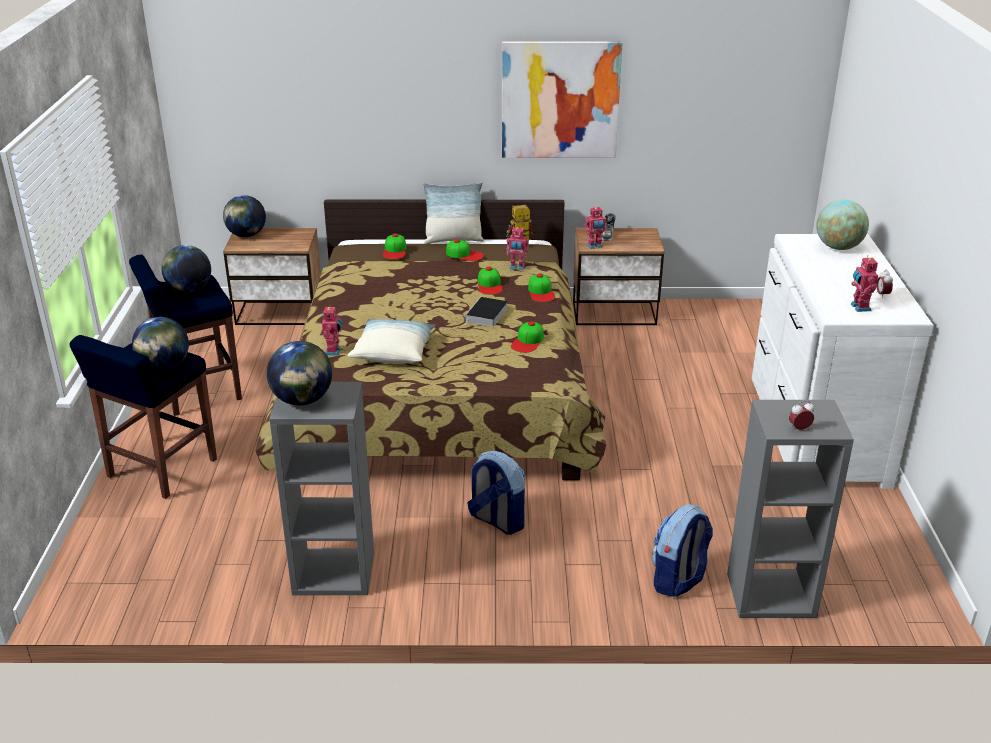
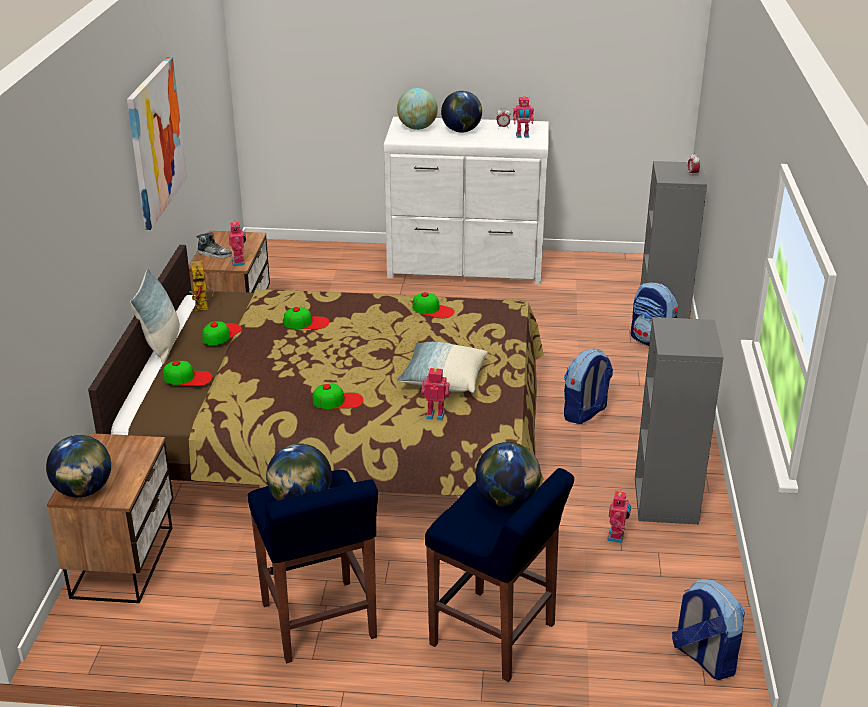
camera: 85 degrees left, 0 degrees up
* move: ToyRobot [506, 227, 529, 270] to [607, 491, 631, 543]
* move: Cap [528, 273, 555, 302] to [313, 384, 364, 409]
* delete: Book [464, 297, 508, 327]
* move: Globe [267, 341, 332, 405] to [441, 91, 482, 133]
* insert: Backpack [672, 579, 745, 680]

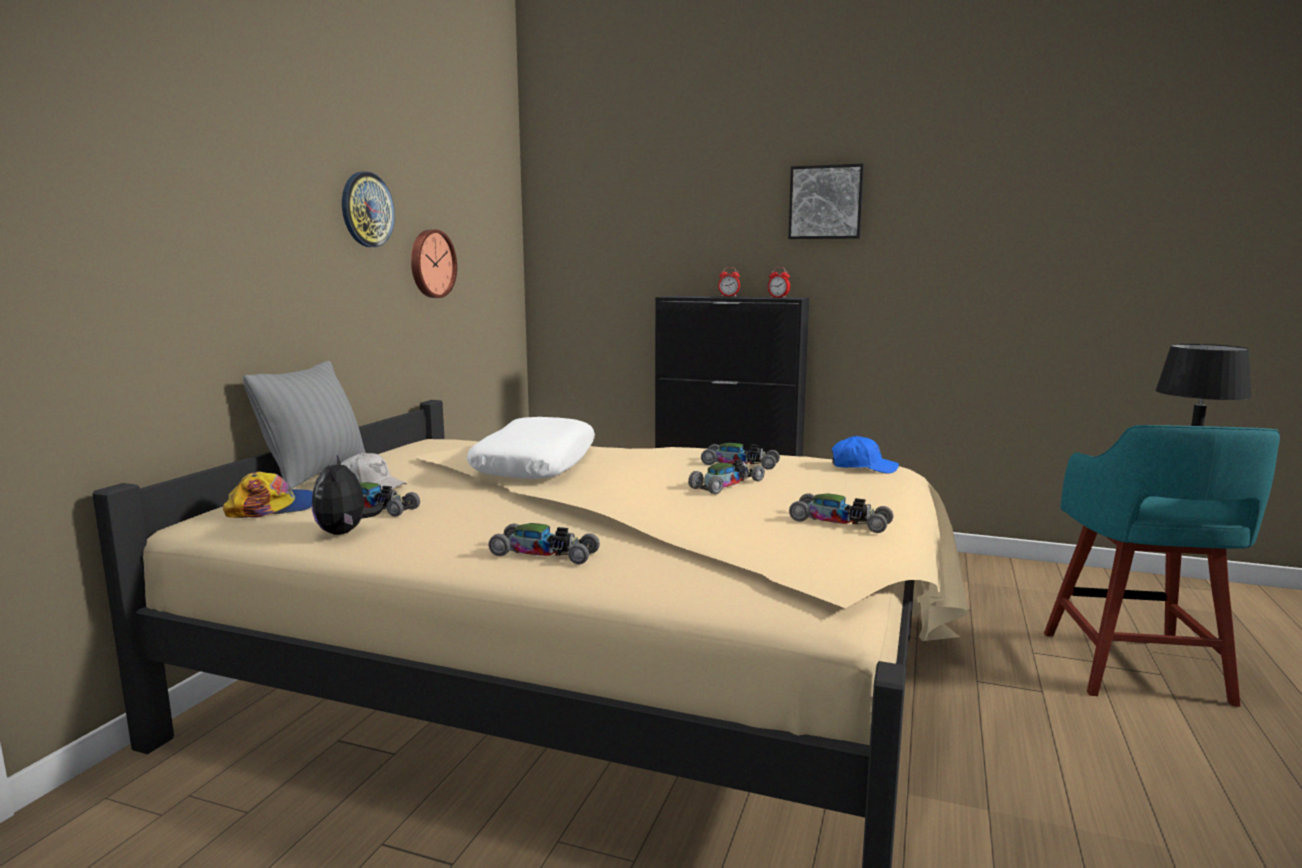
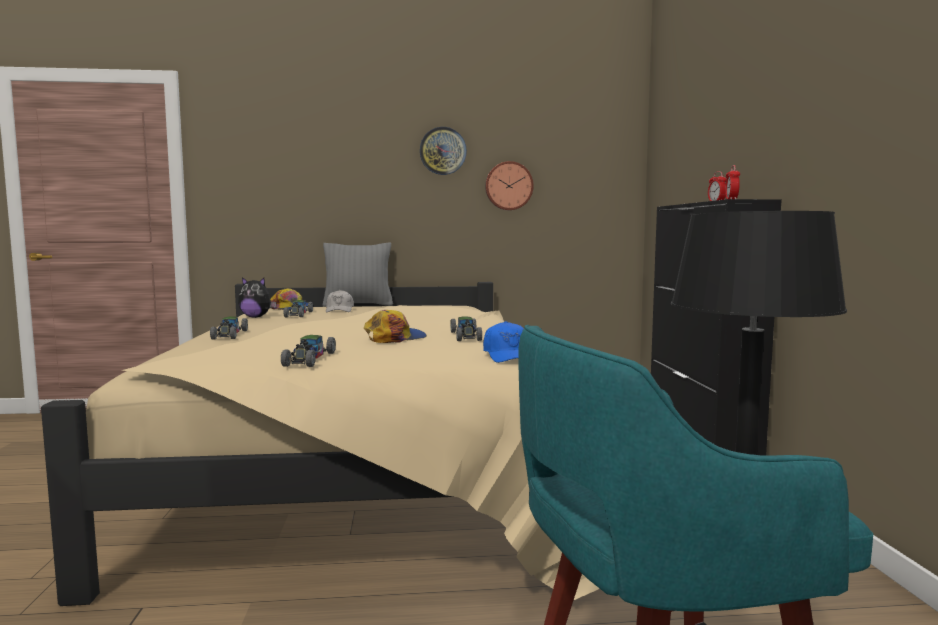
camera: 65 degrees right, 5 degrees down
* delete: Picture [788, 164, 864, 239]
* delete: WhitePillow [467, 417, 595, 479]
* rotate: PlushToy [312, 456, 384, 535] = [238, 277, 276, 318] 135 degrees counterclockwise
* replace: ToyCar [688, 459, 765, 494] to Cap [364, 310, 427, 343]

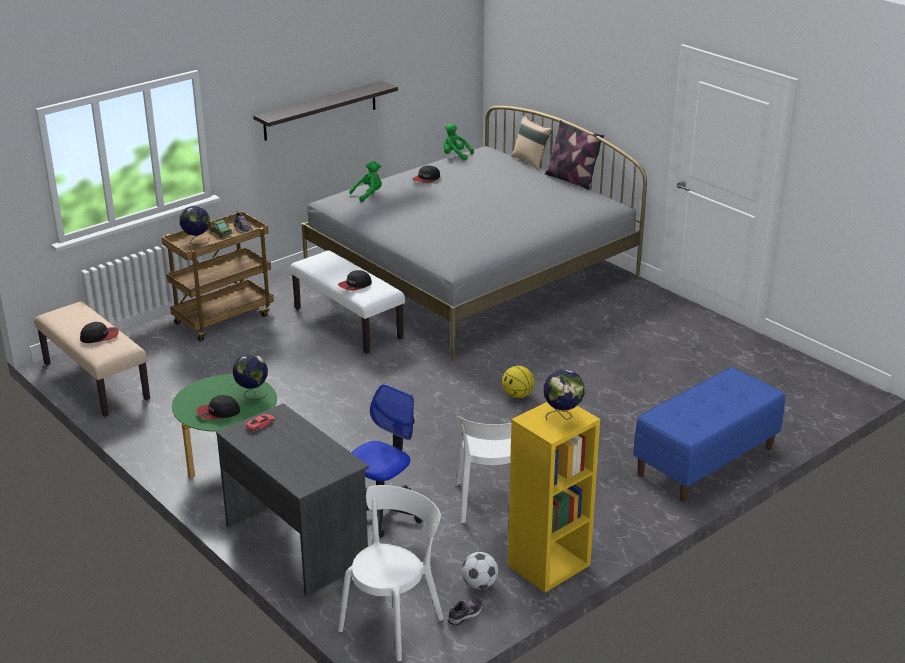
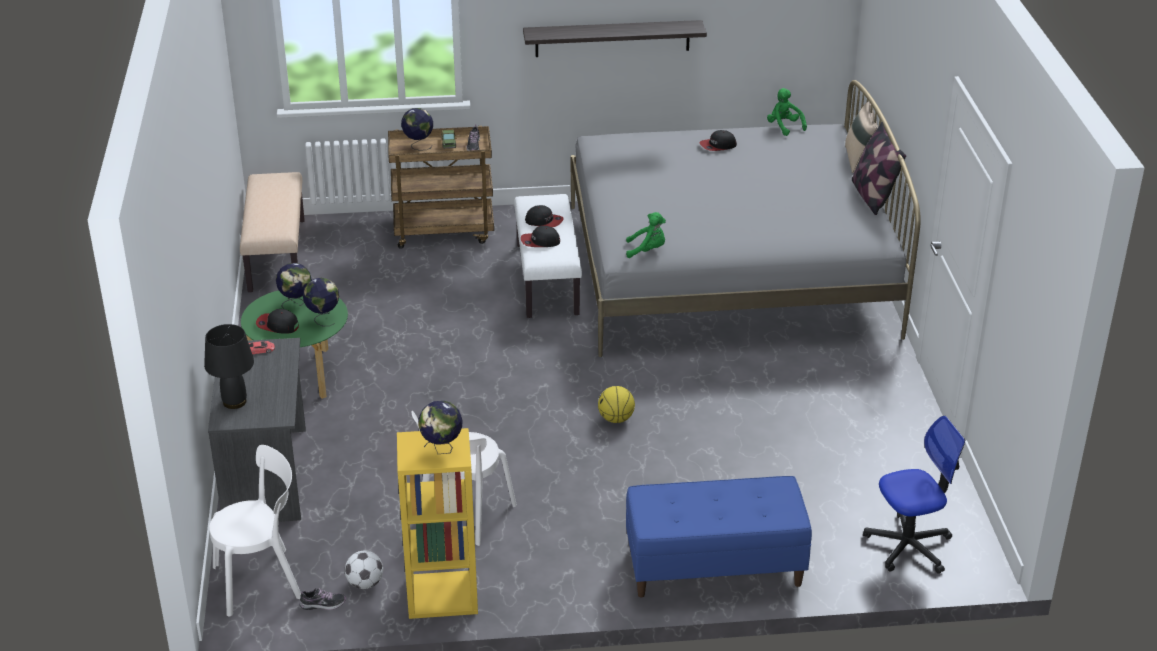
camera: 35 degrees right, 5 degrees up
* move: GreenPlushToy [349, 161, 382, 202] to [626, 212, 666, 258]
* move: Cap [80, 322, 119, 343] to [525, 205, 564, 227]
* move: OfficeChair [351, 384, 422, 538] to [863, 416, 965, 574]
* insert: Globe [276, 263, 312, 309]
* insert: BlackTableLamp [204, 324, 254, 409]

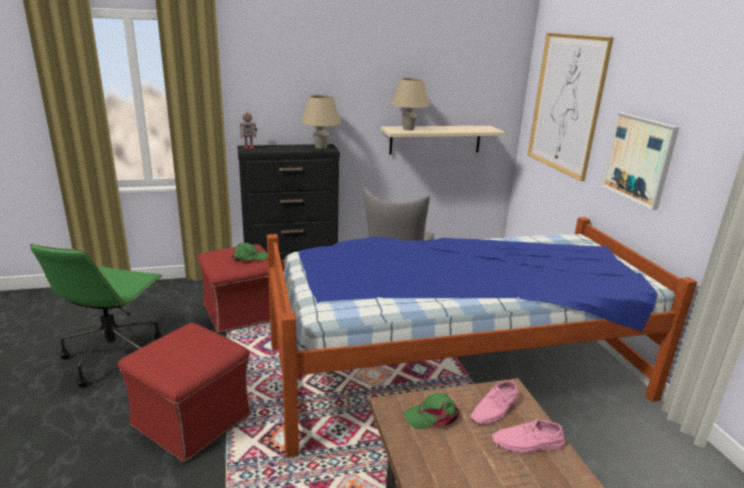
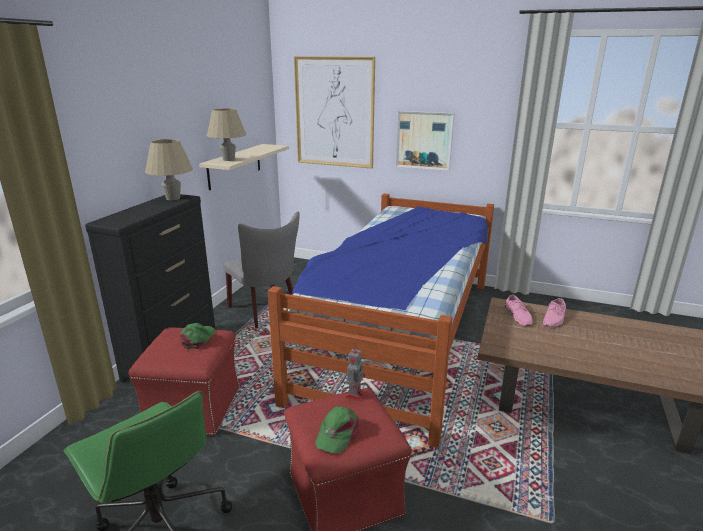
camera: 55 degrees left, 0 degrees up
* move: ToyRobot [240, 109, 257, 149] to [345, 346, 366, 401]
* move: GreenCap [404, 393, 459, 429] to [315, 406, 359, 453]

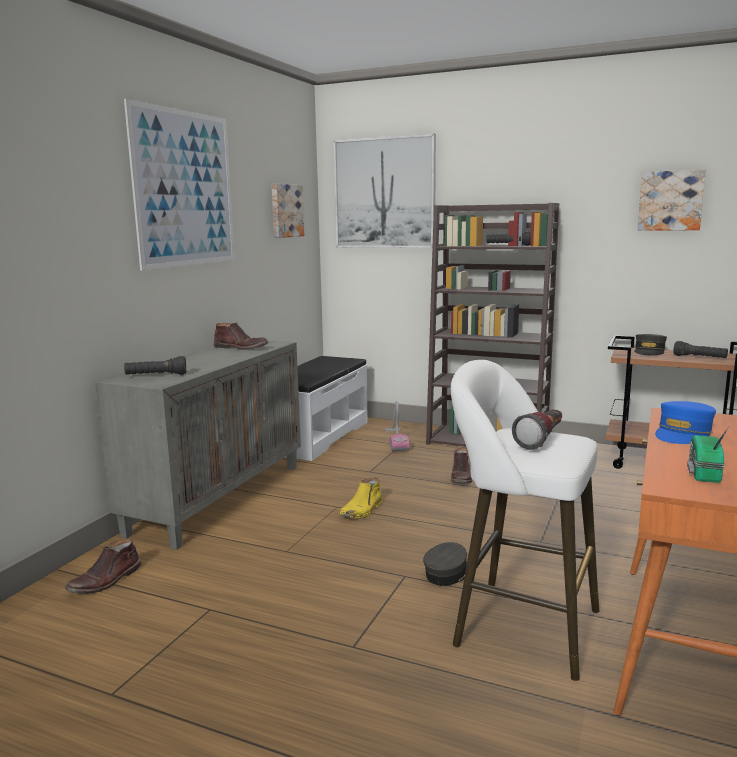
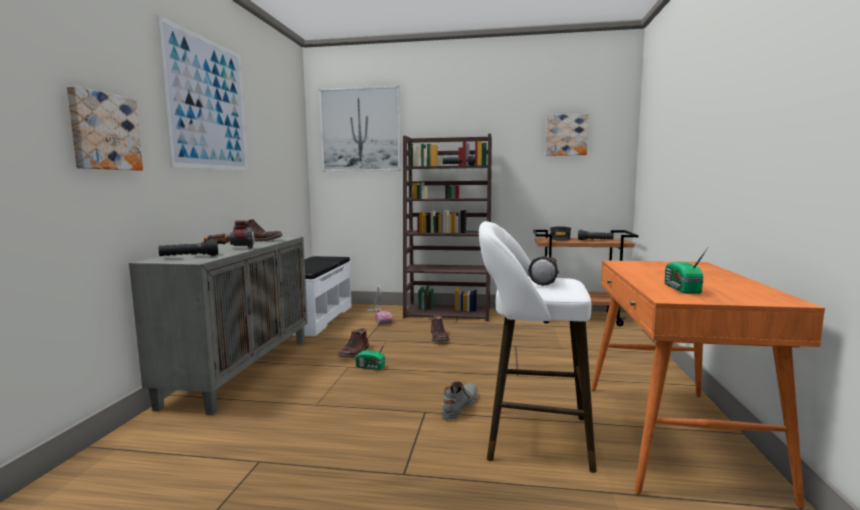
camera: 15 degrees left, 5 degrees down
* move: Picture [272, 184, 304, 238] to [67, 86, 143, 170]
* delete: BlueCap [655, 401, 716, 444]
* replace: YellowBoot [339, 477, 383, 518] to Radio [355, 340, 387, 370]
* move: BrownBoot [65, 539, 141, 594] to [338, 328, 369, 358]
* replace: GreyCap [423, 542, 467, 586] to GreyBoot [441, 381, 478, 419]
* insert: Flashlight [204, 227, 255, 248]

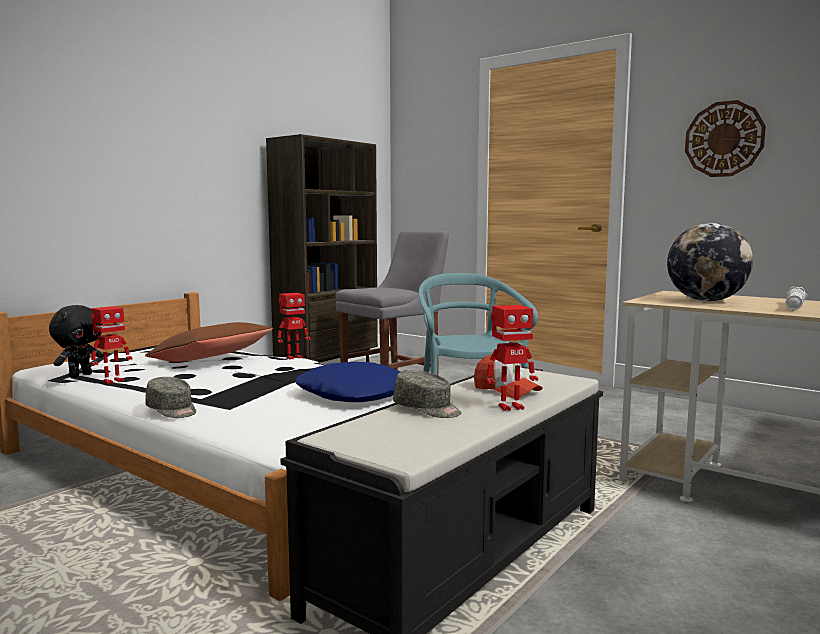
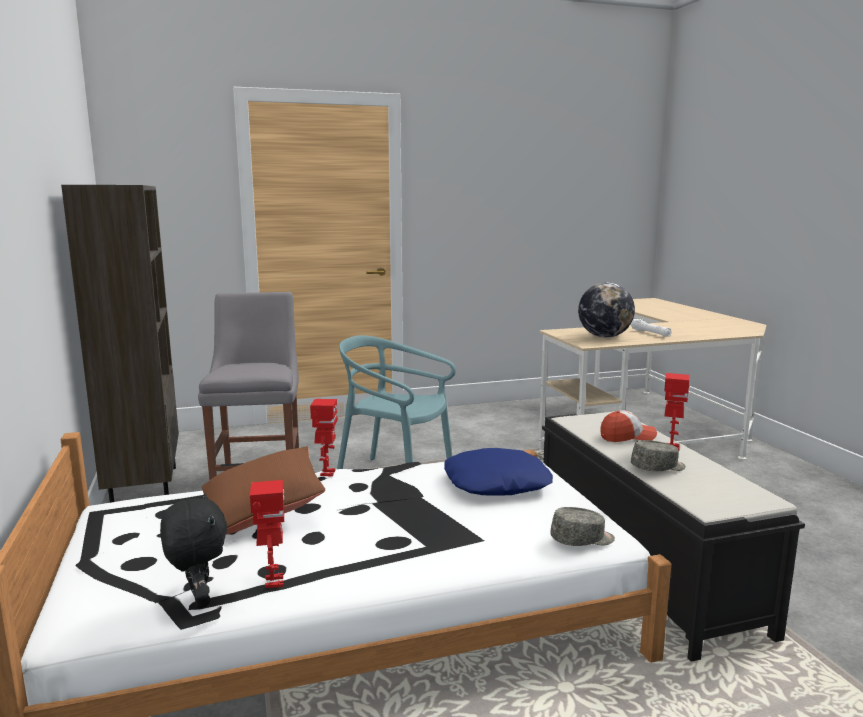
camera: 55 degrees left, 5 degrees up
* delete: WallClock [685, 100, 766, 177]
* move: GreyCap [145, 377, 196, 418] to [550, 507, 615, 546]

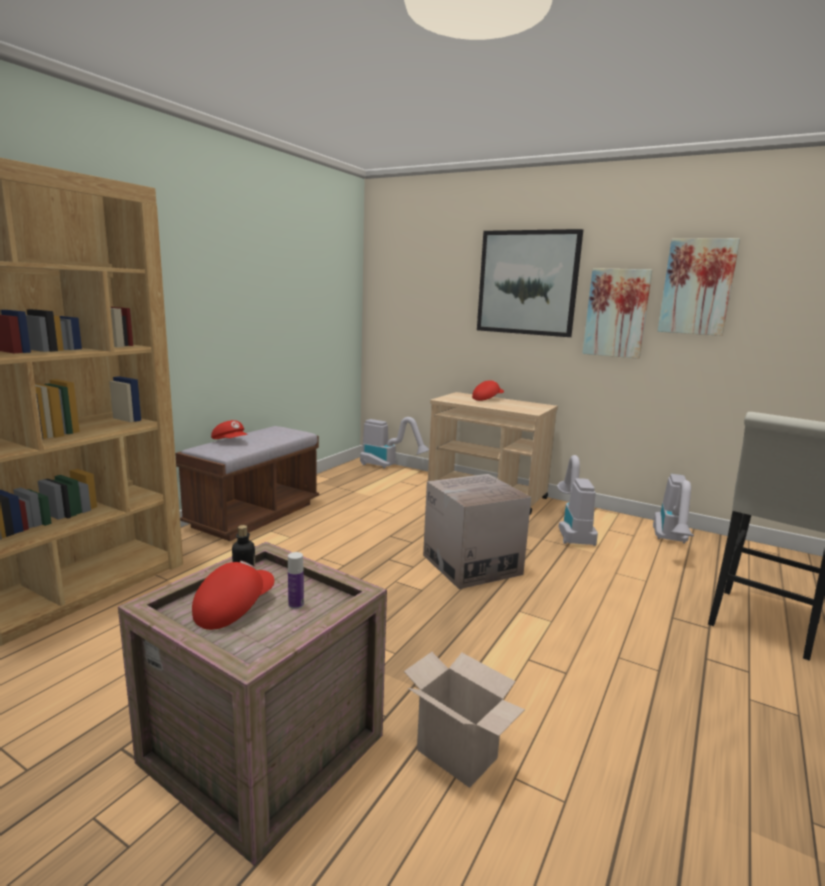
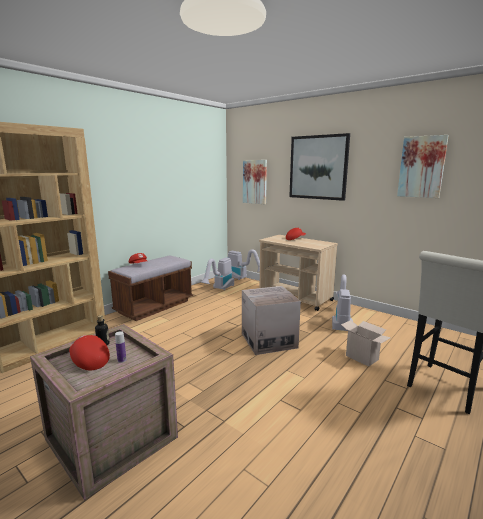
camera: 10 degrees right, 0 degrees up
* move: Picture [582, 268, 653, 359] to [243, 160, 267, 204]
* move: VacuumCleaner [653, 474, 694, 544] to [201, 257, 234, 290]
* rotate: RedCap [192, 561, 274, 630] = [69, 335, 110, 370] 90 degrees counterclockwise
* move: CardboardBox [404, 652, 525, 788] to [341, 320, 391, 367]

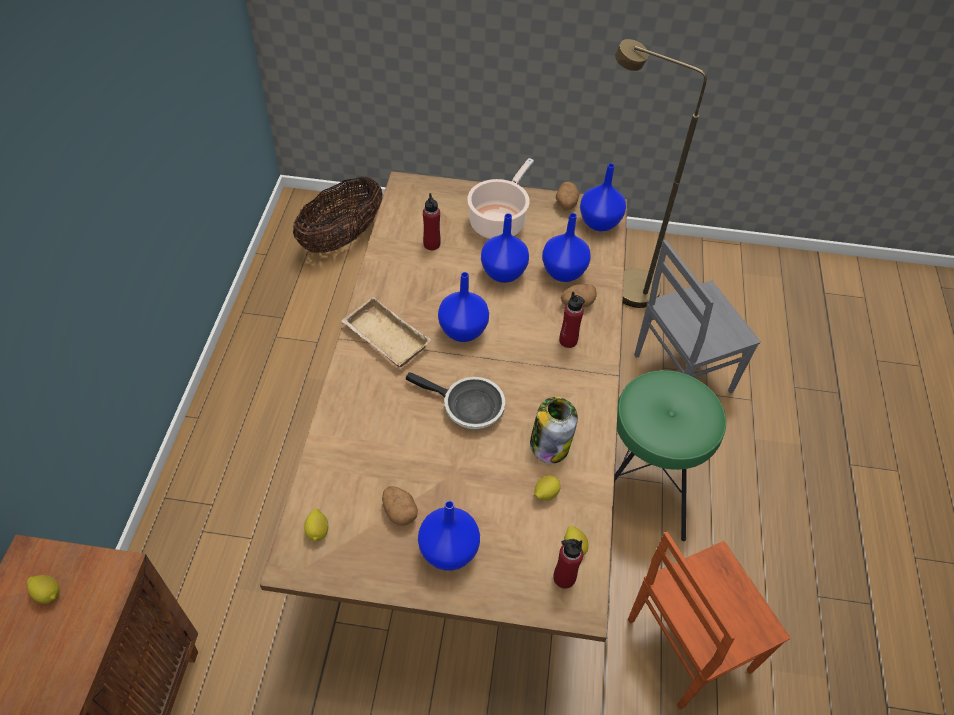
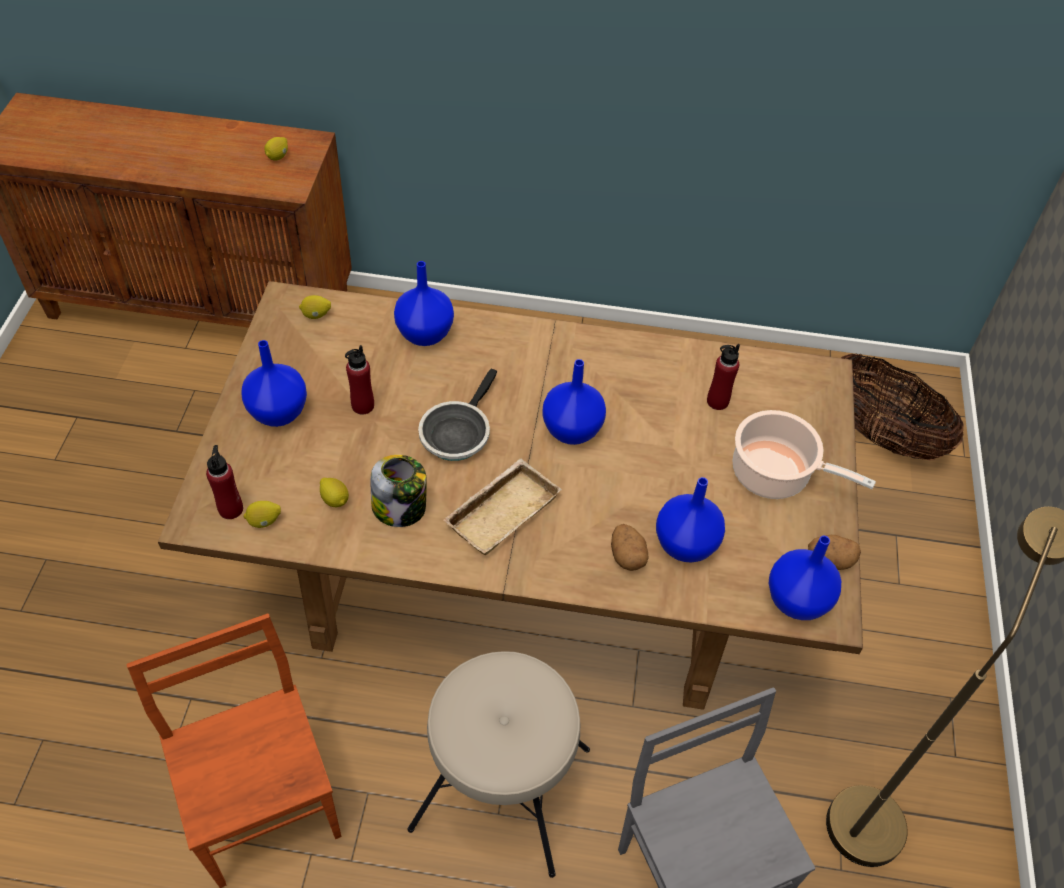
camera: 90 degrees right, 0 degrees up
* move: BlueVase [481, 213, 529, 283] to [394, 261, 454, 346]
* move: RedBottle [559, 291, 585, 348] to [345, 345, 374, 414]
* move: BeigeTray [341, 297, 431, 367] to [443, 459, 562, 555]
* recolor: GreenStool [614, 370, 726, 541] to BeigeStool [407, 651, 590, 878]
* delete: Potato [382, 486, 418, 525]

